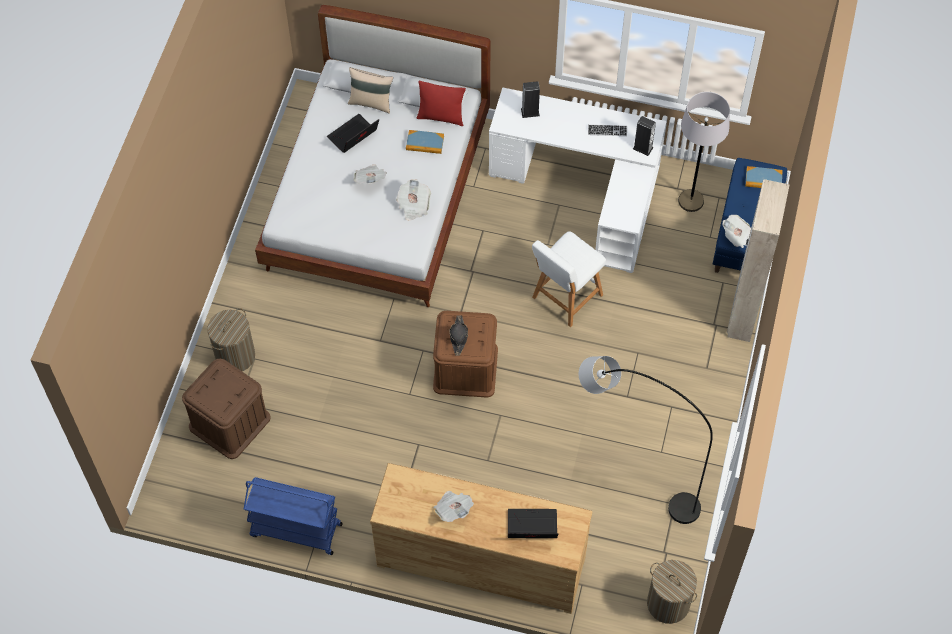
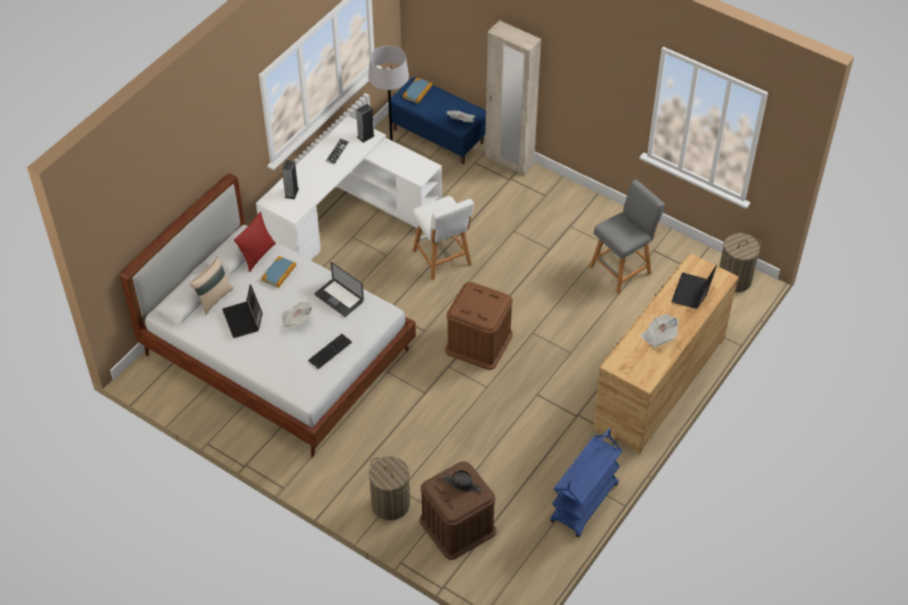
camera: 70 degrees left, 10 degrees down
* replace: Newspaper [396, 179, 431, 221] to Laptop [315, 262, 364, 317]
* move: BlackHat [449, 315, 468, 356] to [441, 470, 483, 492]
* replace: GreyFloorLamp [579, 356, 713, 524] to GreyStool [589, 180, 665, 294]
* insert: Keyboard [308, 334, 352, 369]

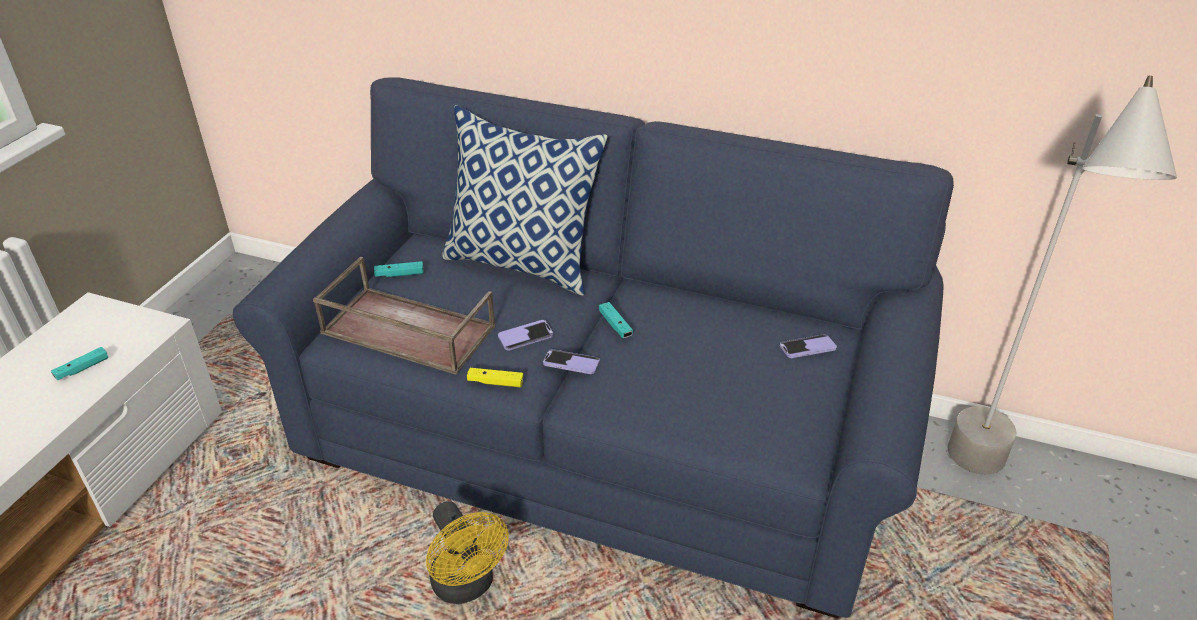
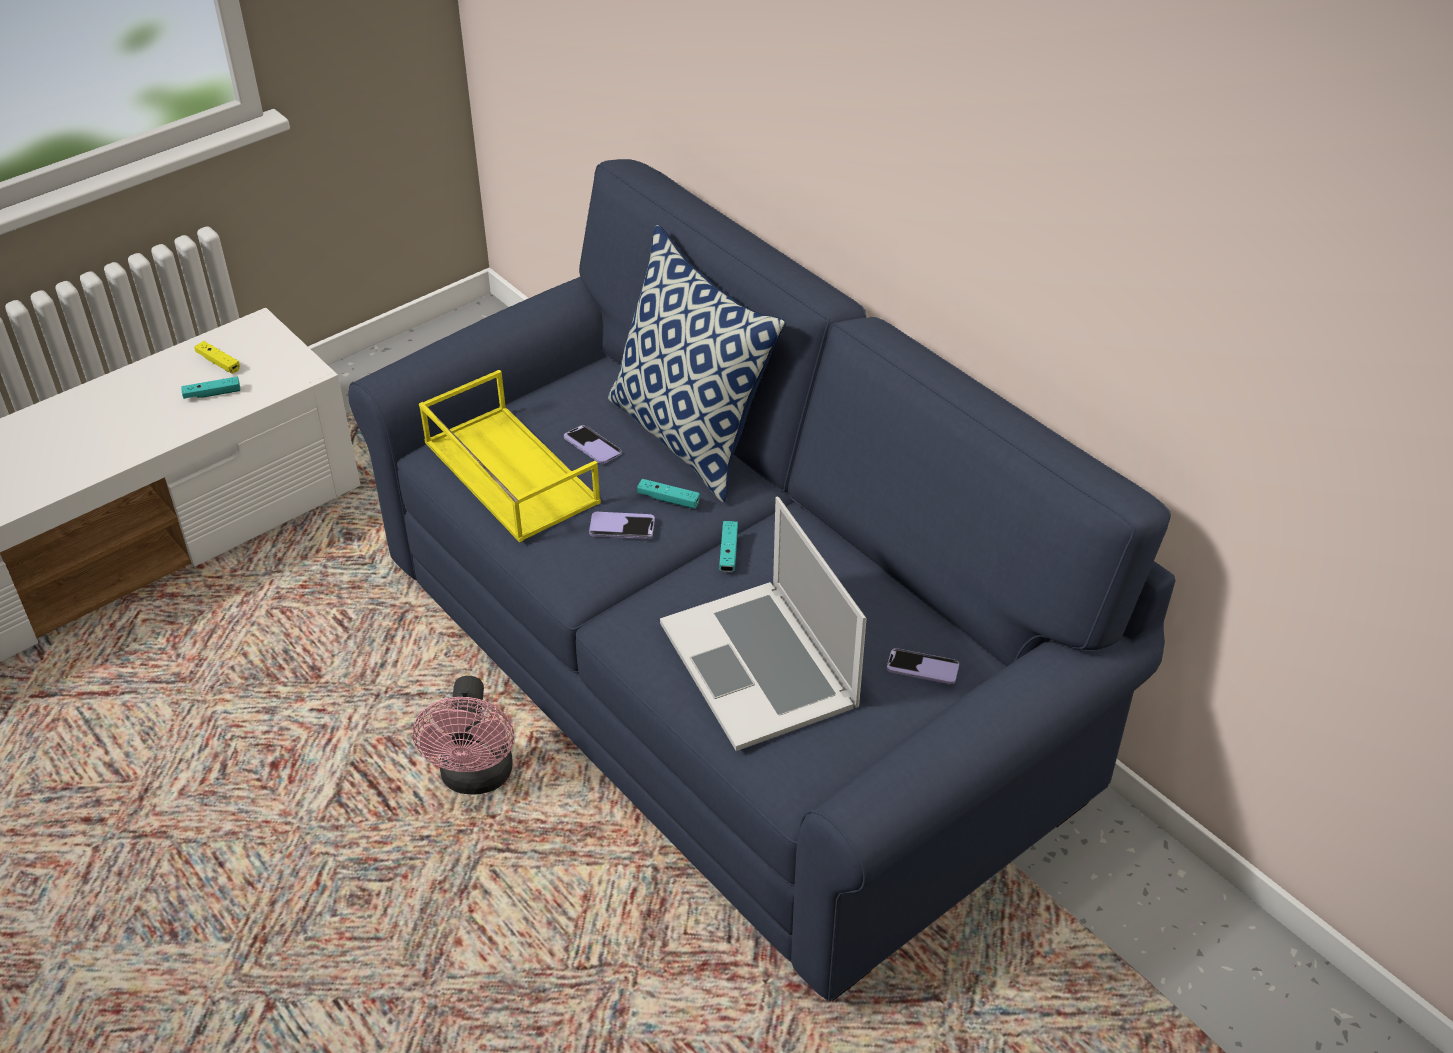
camera: 30 degrees right, 5 degrees up
* delete: GreyFloorLamp [948, 76, 1177, 474]
* recolor: BrownTray [313, 256, 496, 375] to YellowTray [419, 370, 601, 543]
* move: TurquoiseGameController [374, 261, 424, 277] to [637, 479, 700, 509]
* move: Phone [543, 349, 600, 374] to [564, 425, 622, 464]
* move: YellowGameController [467, 368, 523, 387] to [194, 341, 240, 374]
* recolor: YellowFan [426, 501, 509, 604] to PinkFan [413, 676, 514, 795]
* insert: Laptop [660, 497, 867, 751]

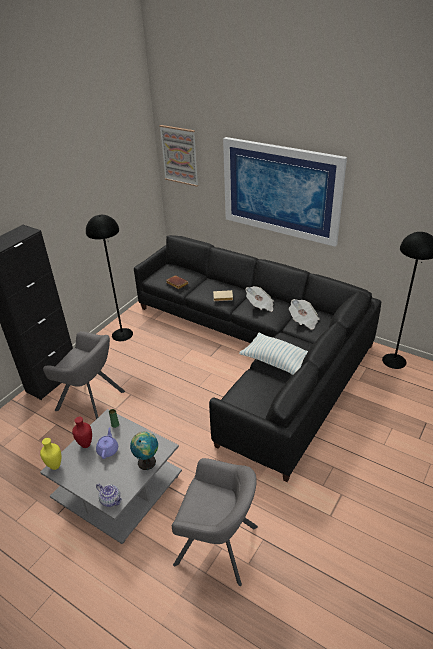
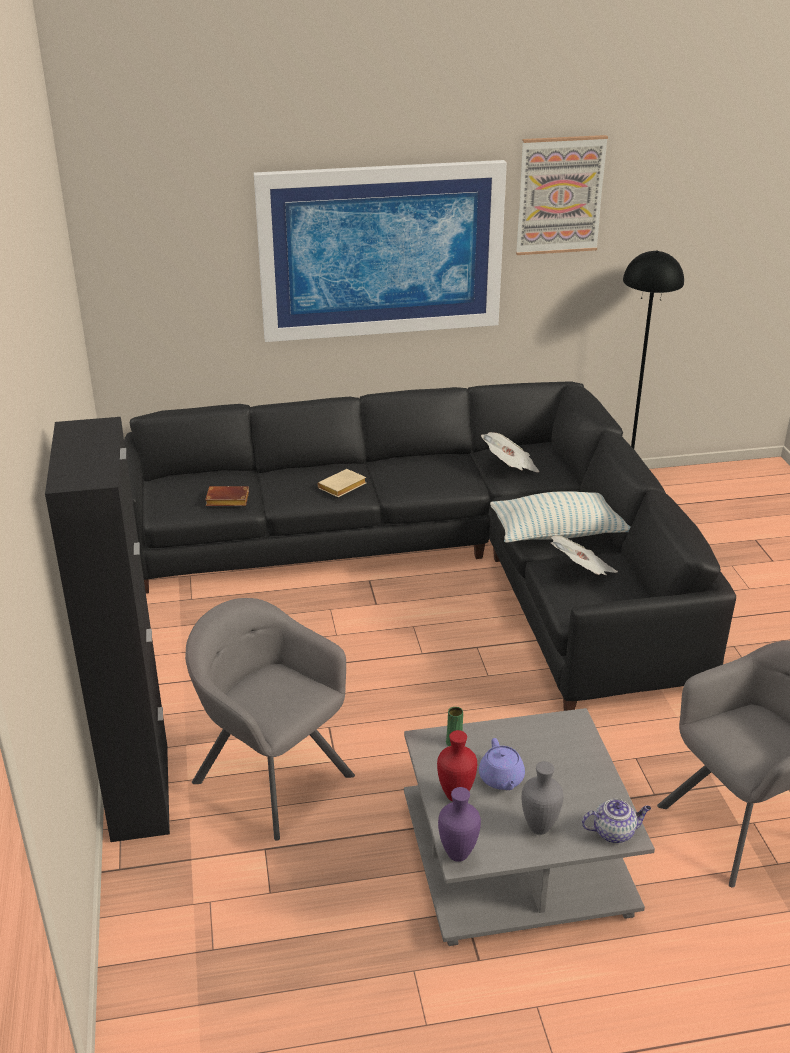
camera: 45 degrees left, 5 degrees down
* move: Picture [159, 125, 198, 187] to [516, 135, 608, 255]
* delete: BlackFloorLamp [86, 215, 133, 341]
* move: Newspaper [245, 286, 274, 312] to [551, 535, 618, 575]
* rotate: GreyArmchair [43, 331, 125, 419] = [185, 598, 355, 841] 120 degrees counterclockwise
* rotate: PurpleTeapot [96, 427, 118, 459] = [479, 738, 525, 790] 150 degrees counterclockwise
* delete: Globe [130, 431, 158, 470]
* recolor: YellowVase [40, 438, 61, 470] to PurpleVase [438, 787, 481, 862]
* insert: GreyVase [522, 761, 563, 835]

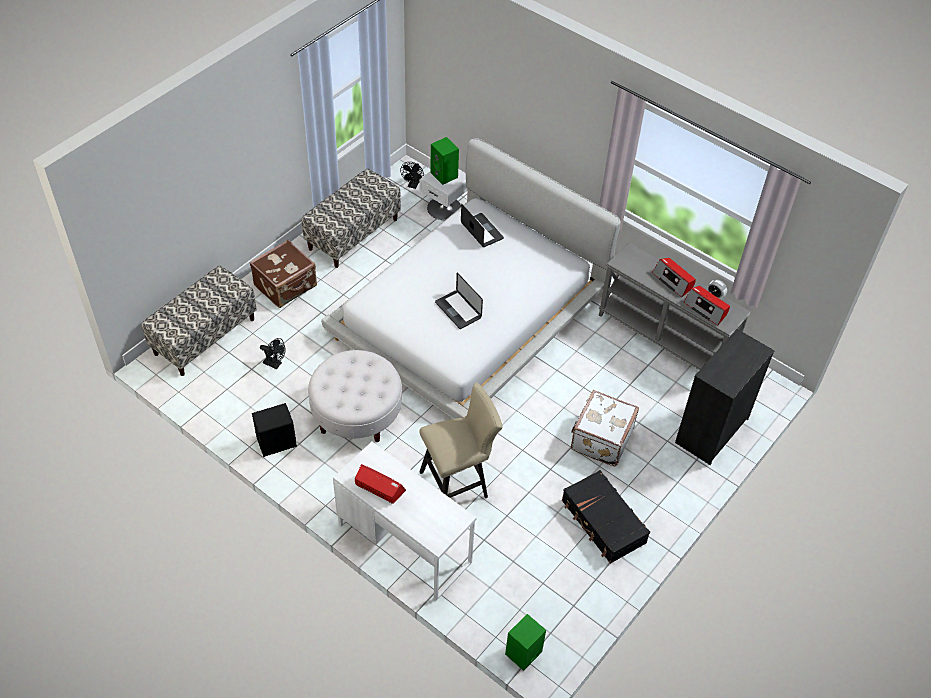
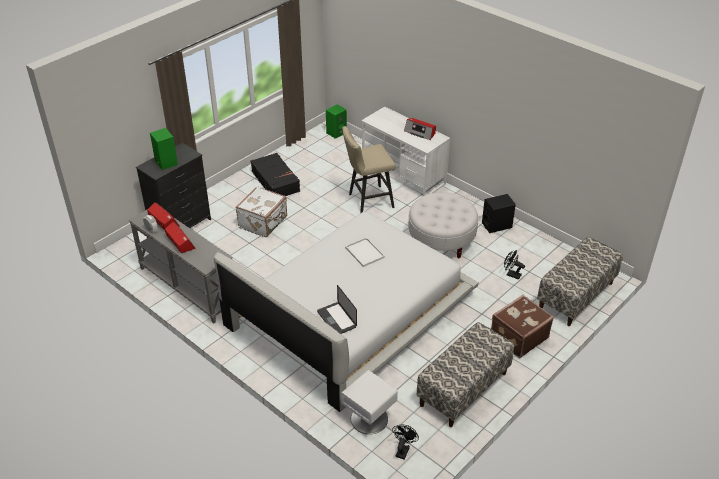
camera: 175 degrees left, 10 degrees down
* move: GreenSpeaker [431, 137, 459, 185] to [150, 128, 178, 170]
* replace: Laptop [435, 273, 483, 329] to WhiteTray [345, 237, 385, 267]

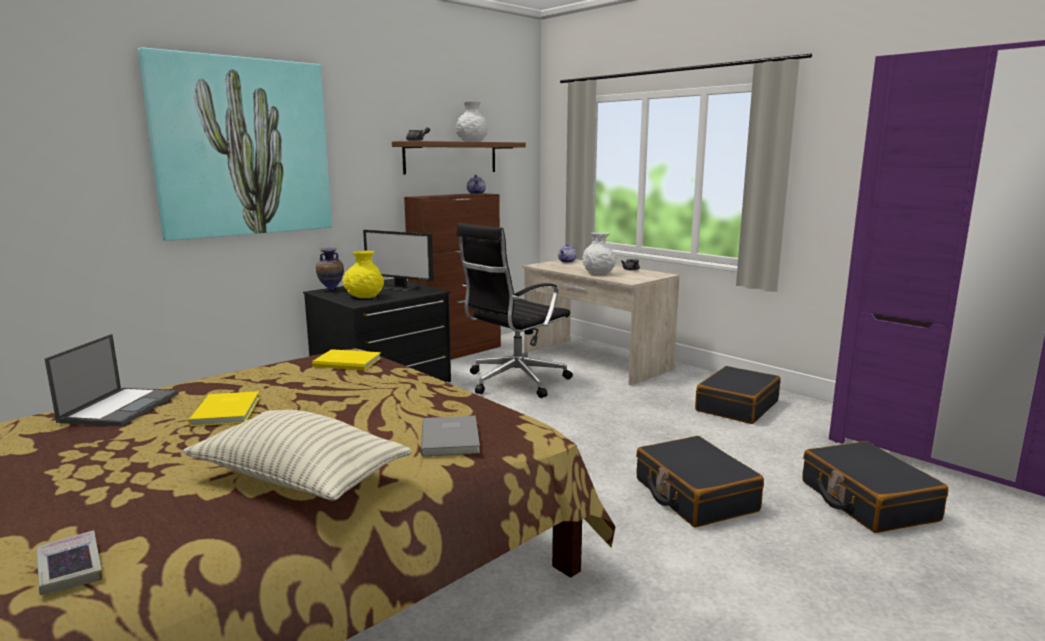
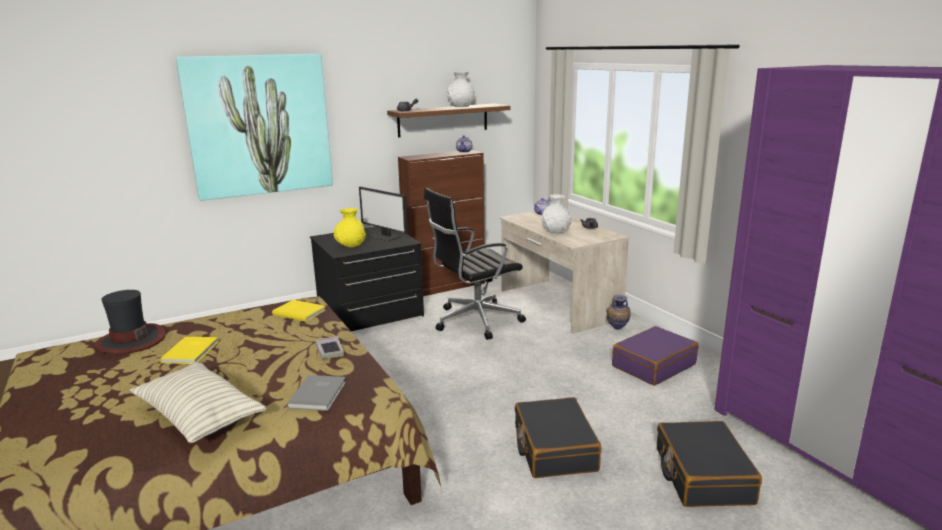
camera: 15 degrees right, 5 degrees up
* move: Vase [316, 247, 344, 290] to [607, 294, 631, 330]
* replace: Laptop [44, 334, 179, 426] to Hat [94, 290, 166, 354]
* recolor: BlackSuitcase [695, 366, 780, 424] to PurpleSuitcase [612, 326, 699, 386]
* move: Book [37, 530, 102, 595] to [316, 336, 344, 359]

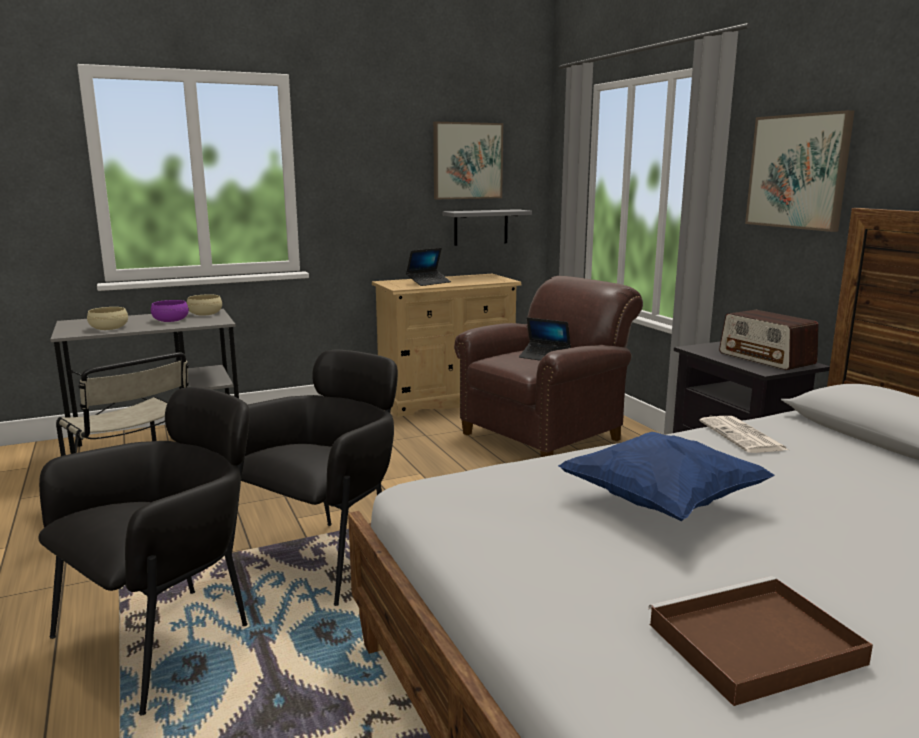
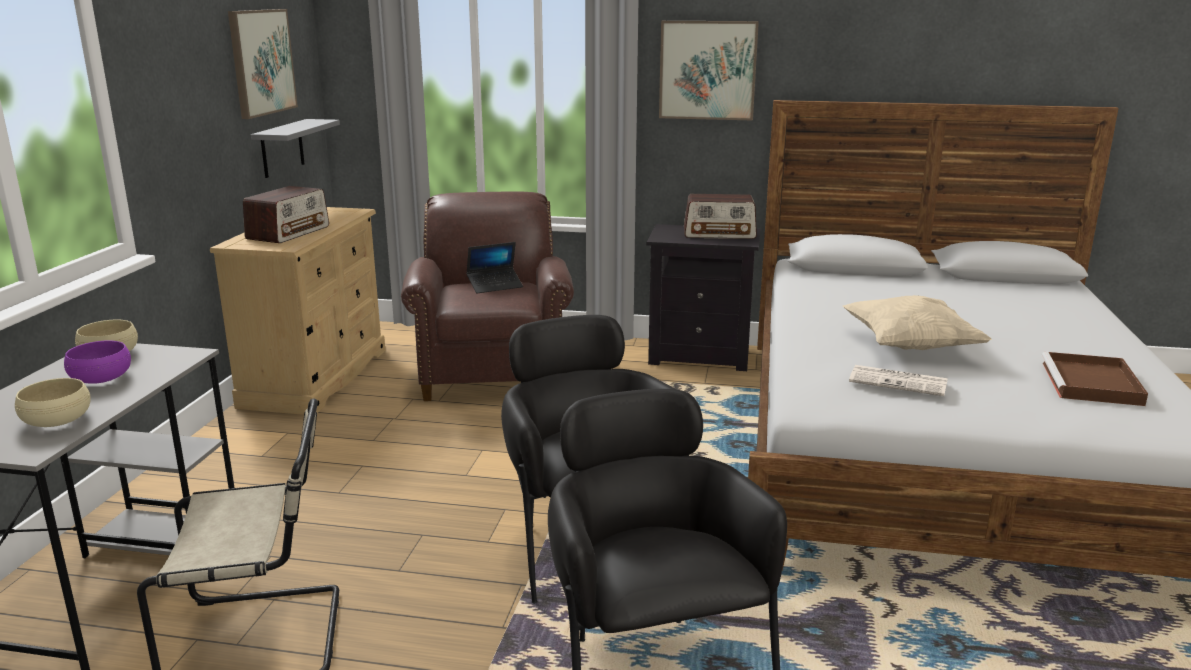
camera: 55 degrees left, 5 degrees up
* replace: Laptop [406, 248, 451, 286] to Radio [243, 186, 329, 243]
* move: Newspaper [699, 416, 788, 453] to [849, 365, 948, 396]
* recolor: BluePillow [558, 432, 774, 521] to BeigePillow [843, 295, 992, 350]

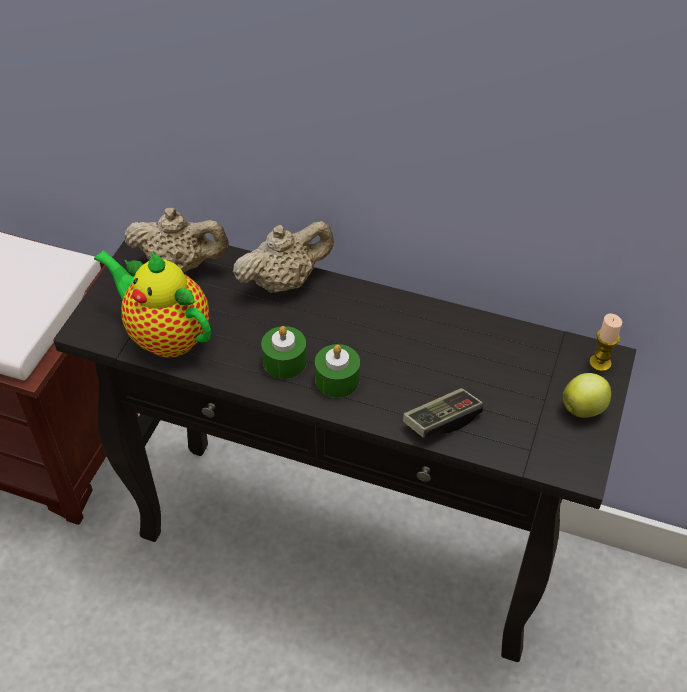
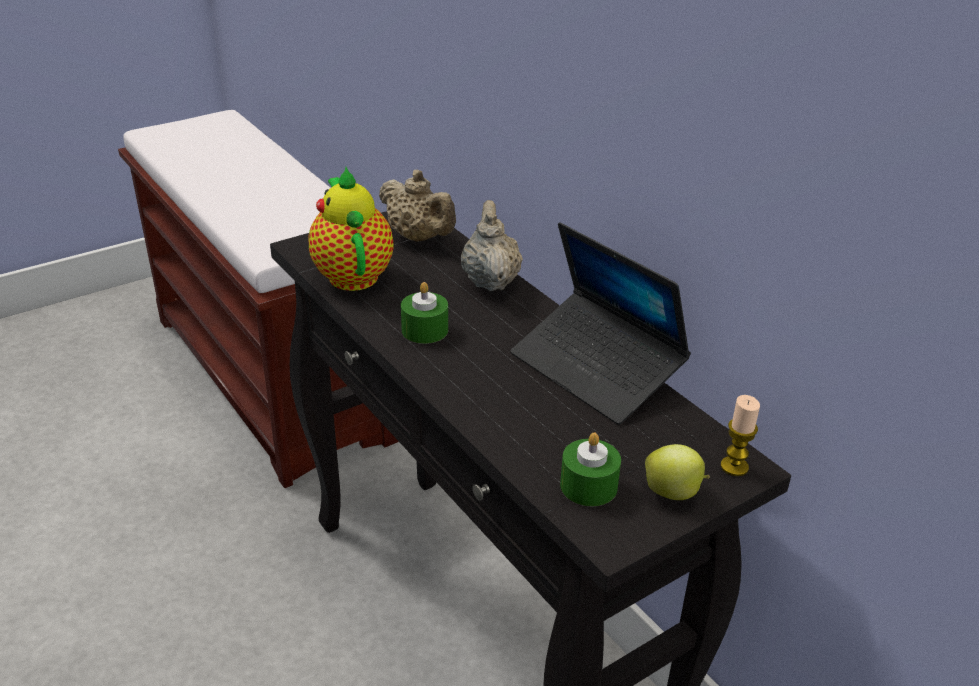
camera: 35 degrees right, 15 degrees down
* rotate: BeigeTeapot [233, 221, 334, 293] = [461, 200, 523, 291] 105 degrees counterclockwise
* move: GreenCandle [315, 344, 360, 398] to [560, 432, 621, 506]
* delete: GameController [403, 388, 483, 438]
* insert: Laptop [510, 222, 691, 425]

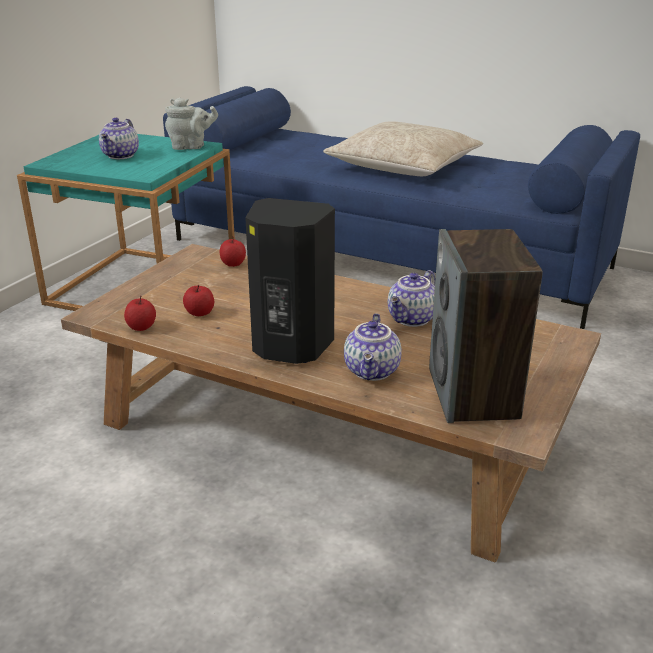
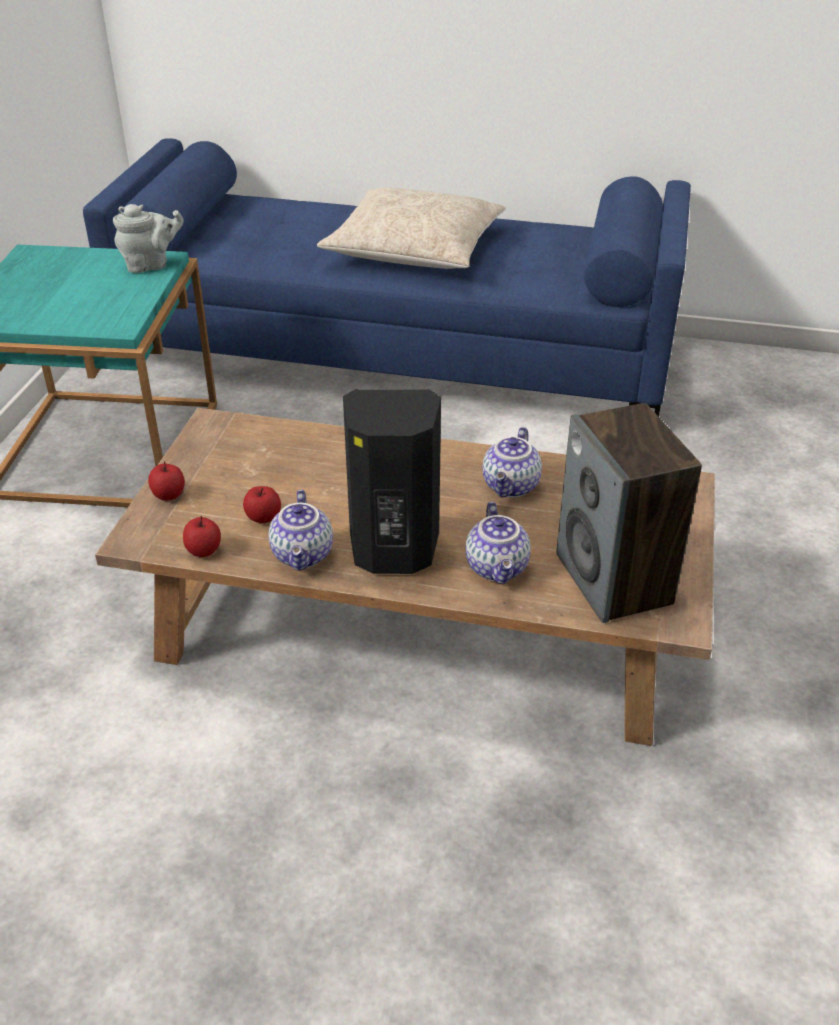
camera: 15 degrees left, 10 degrees up
* move: Teapot [99, 118, 139, 159] to [269, 489, 333, 571]
* move: Apple [220, 236, 246, 267] to [148, 461, 185, 501]

